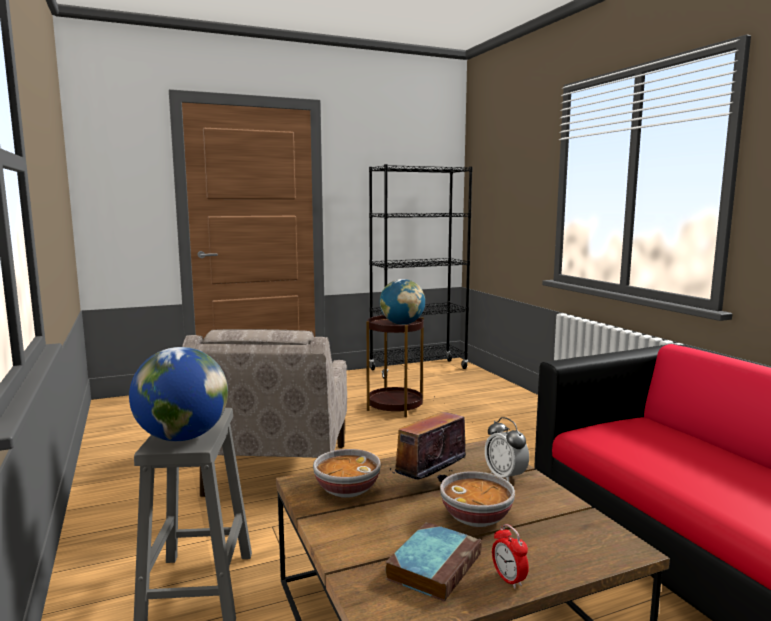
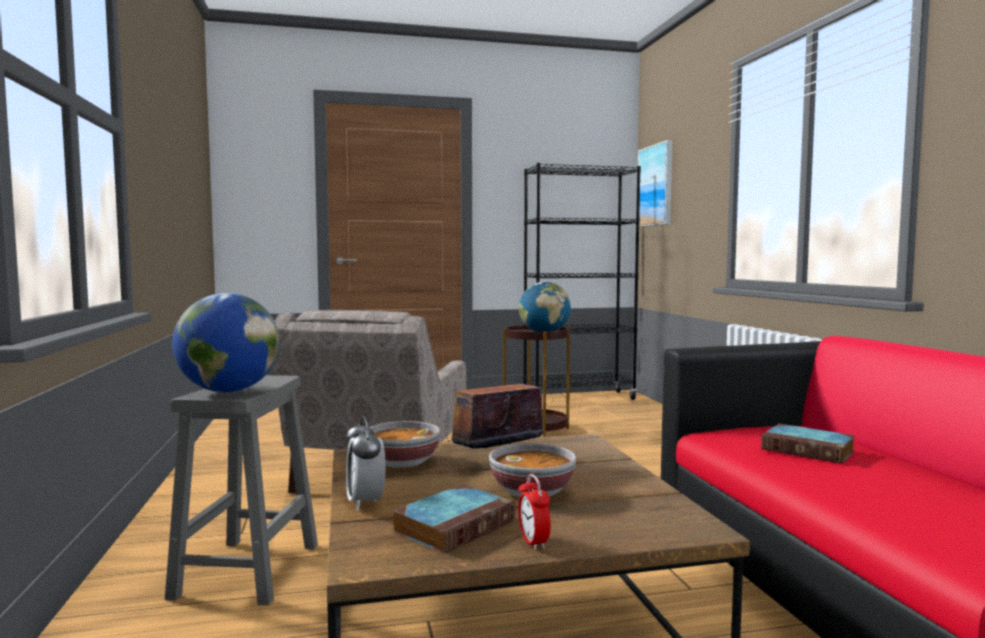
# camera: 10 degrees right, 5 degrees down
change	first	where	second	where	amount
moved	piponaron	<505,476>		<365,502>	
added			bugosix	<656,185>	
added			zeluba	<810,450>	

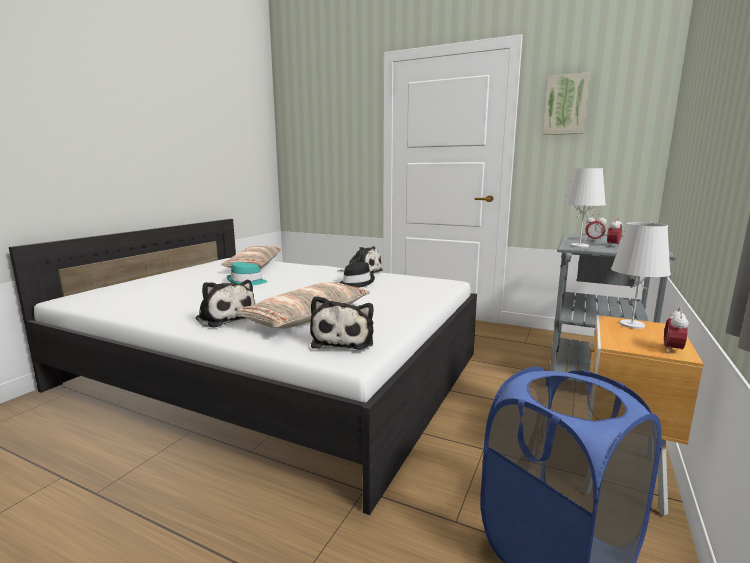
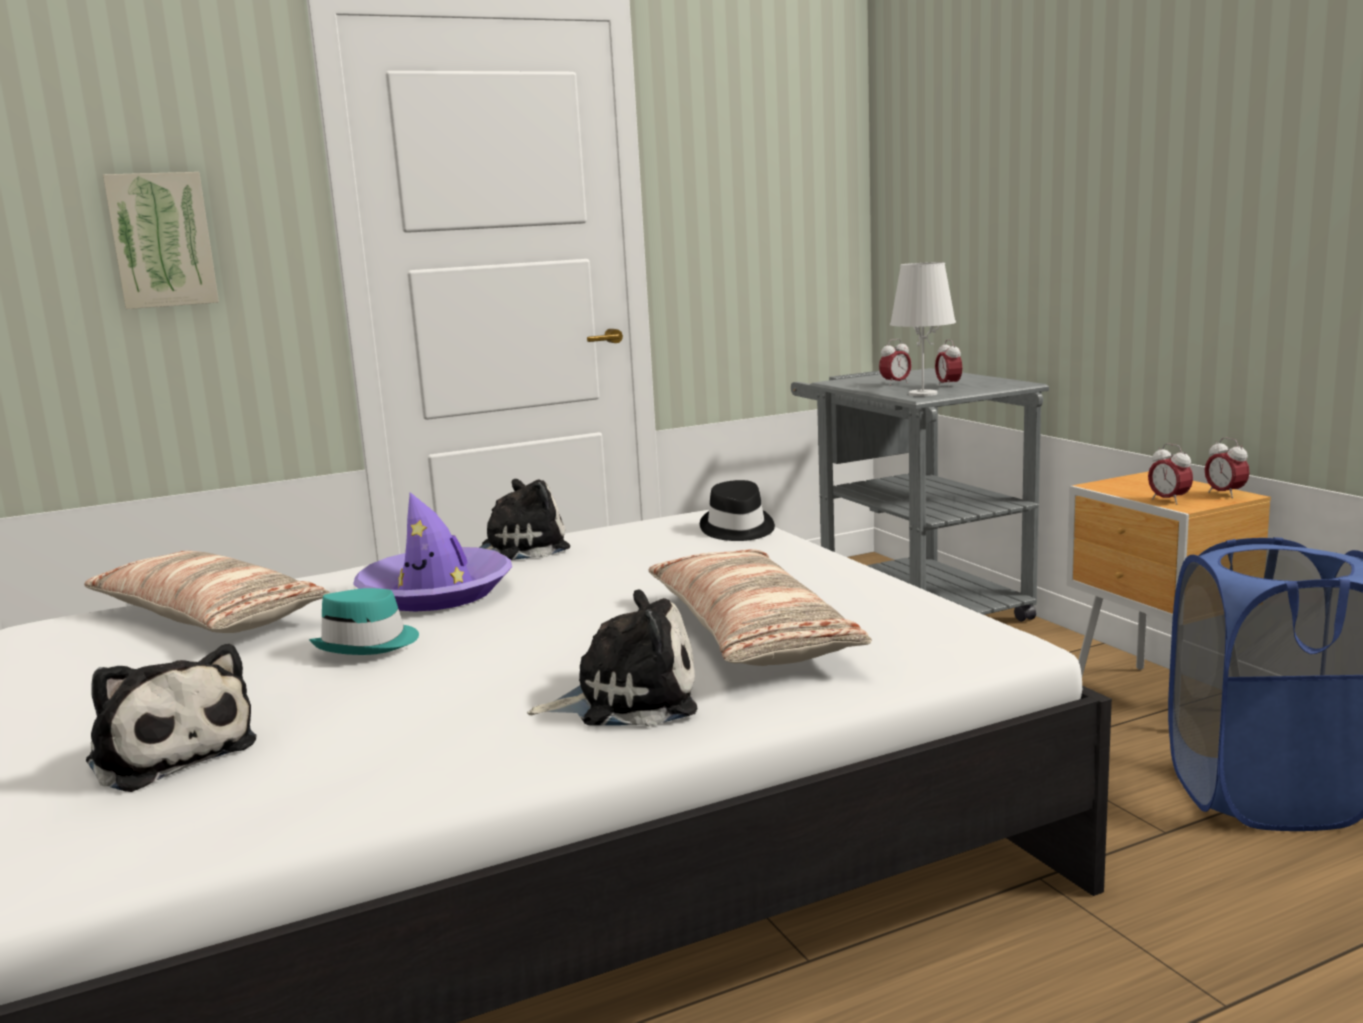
# camera: 50 degrees left, 0 degrees up
change	first	where	second	where	amount
moved	bugosix	<565,105>		<162,240>	
removed	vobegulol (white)	<631,324>			
moved	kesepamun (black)	<355,283>		<737,529>	
moved	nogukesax	<344,340>		<170,753>	
added			piponaron	<1168,501>	
added			kesepamun (purple)	<436,593>	

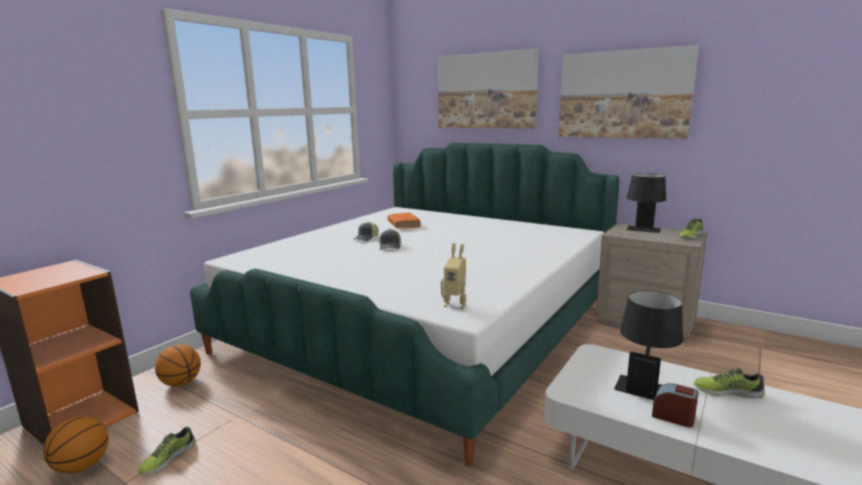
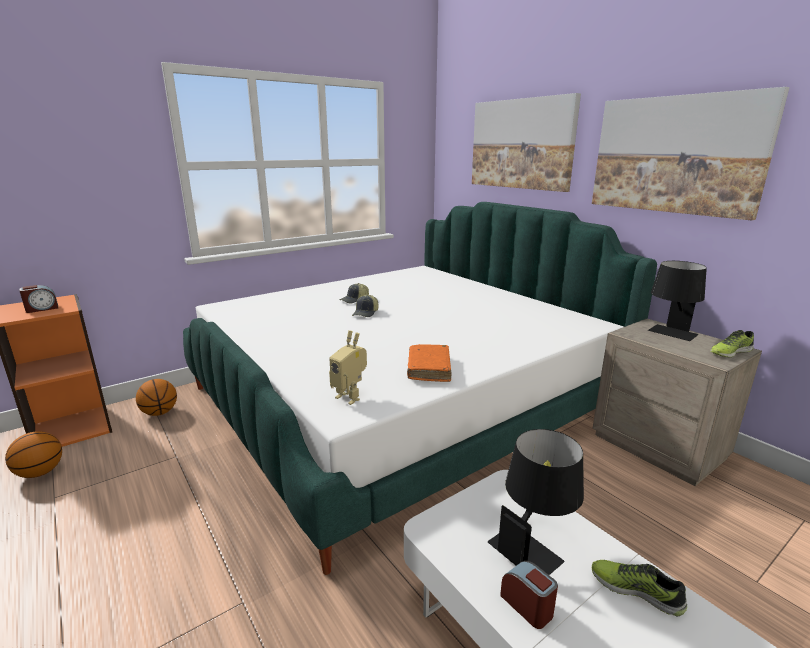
# camera: 20 degrees right, 5 degrees up
change	first	where	second	where	amount
moved	zeluba (orange)	<403,225>		<429,369>	
removed	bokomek	<167,458>			
added			piponaron	<42,309>	

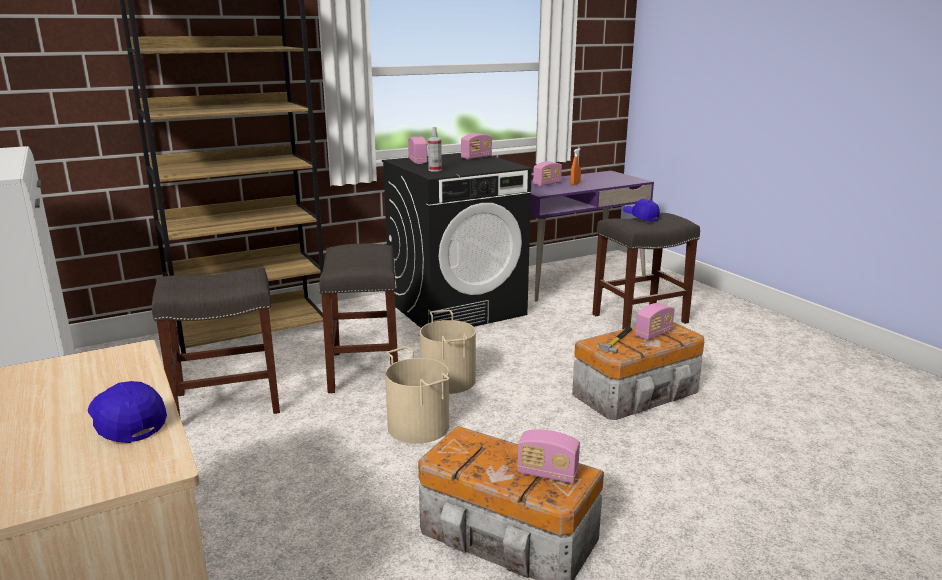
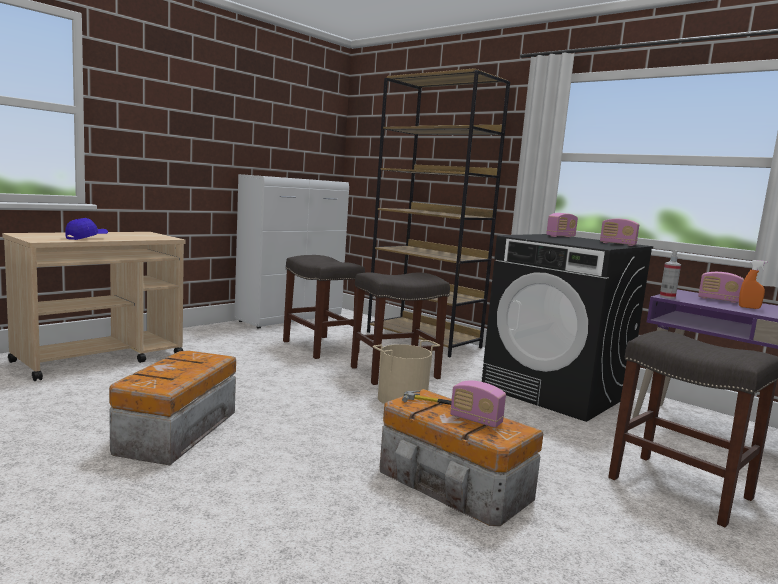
# camera: 70 degrees right, 10 degrees down
change	first	where	second	where	amount
moved	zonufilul	<435,170>		<667,297>	
removed	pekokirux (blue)	<640,217>			
removed	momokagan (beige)	<419,426>			
removed	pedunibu	<547,474>			

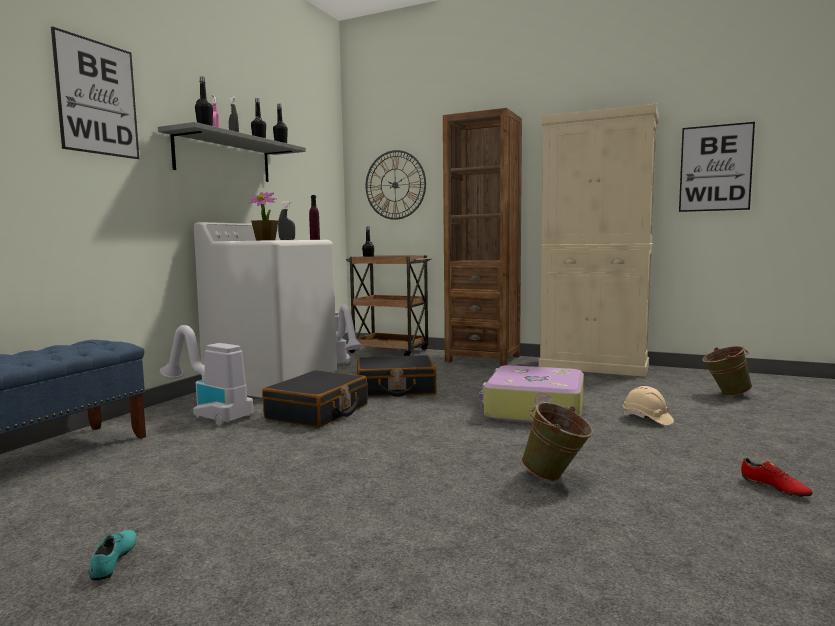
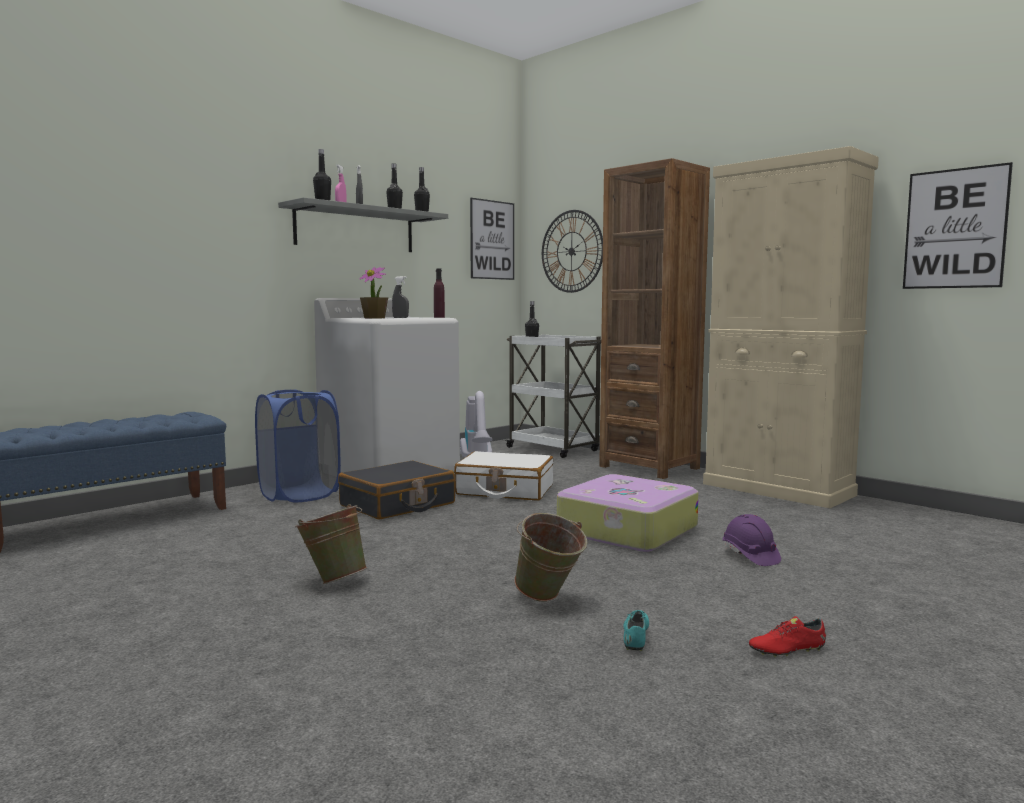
# camera: 20 degrees right, 0 degrees up
change	first	where	second	where	amount
moved	bugosix	<97,98>		<492,240>	
recoloured	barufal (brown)	<391,351>	barufal (white)	<554,449>	
replaced	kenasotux	<209,414>	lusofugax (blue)	<299,495>	
moved	momokagan (green)	<724,394>		<333,580>	
recoloured	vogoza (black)	<395,389>	vogoza (white)	<505,490>	
recoloured	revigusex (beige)	<647,419>	revigusex (purple)	<750,556>	
turned	bokomek (red)	<774,489>		<787,650>	90 degrees clockwise
moved	bokomek (turquoise)	<114,561>		<636,637>	

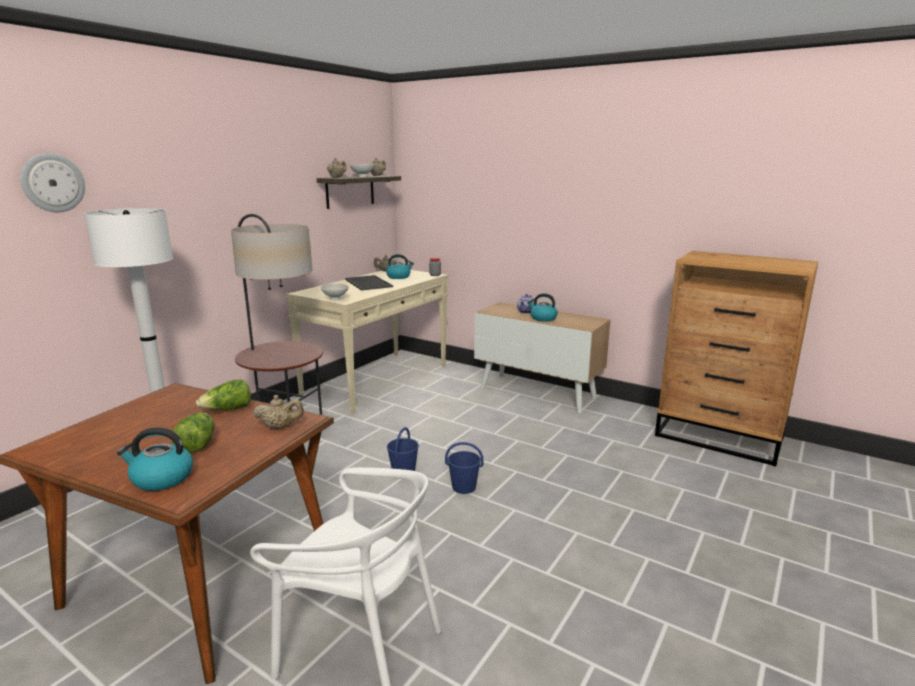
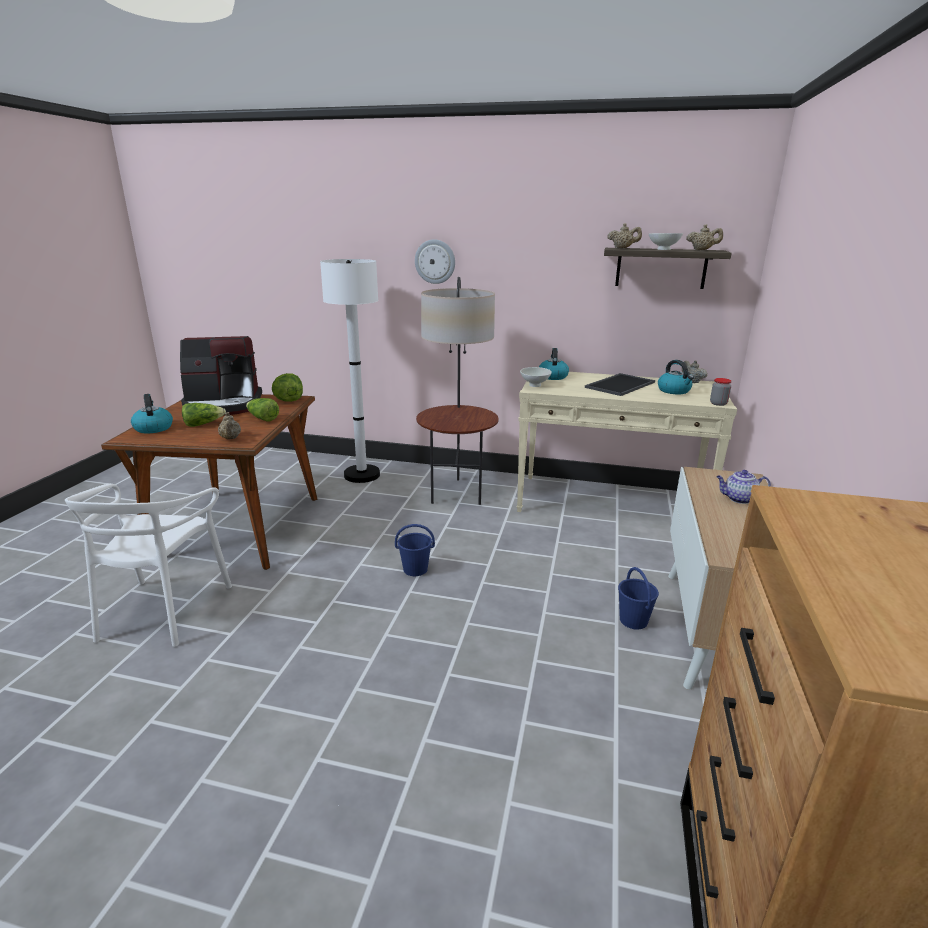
# camera: 70 degrees right, 5 degrees up
change	first	where	second	where	amount
moved	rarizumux	<53,183>		<435,261>	
moved	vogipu	<542,318>		<552,376>	
moved	momokagan (blue)	<464,487>		<633,621>	
added			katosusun	<224,405>	
added			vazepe	<288,400>	

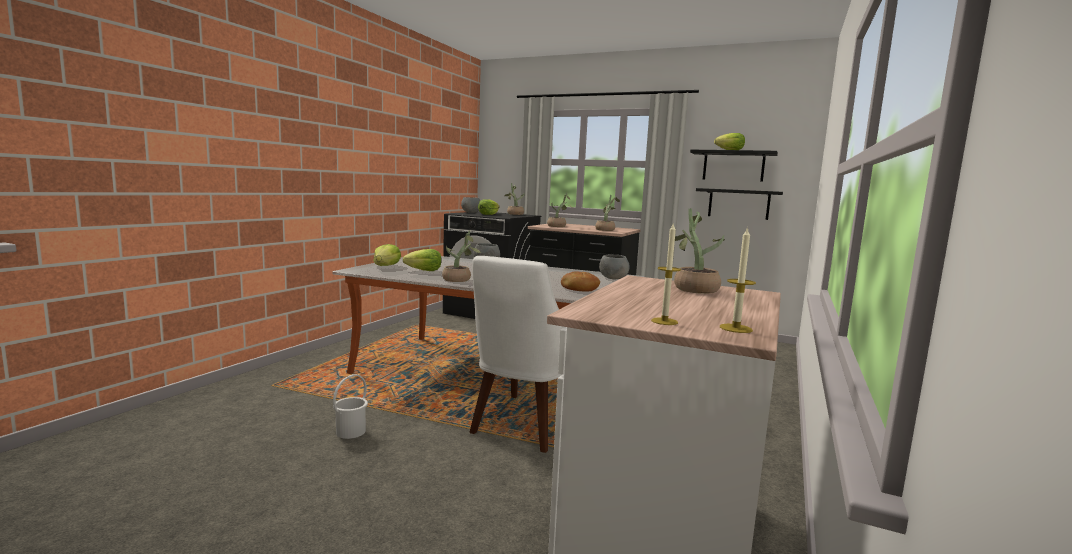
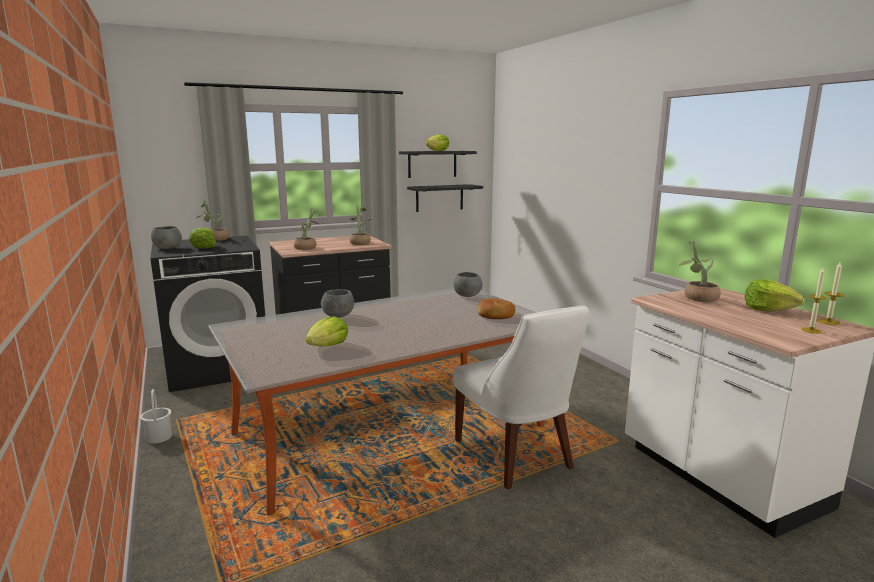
# camera: 50 degrees left, 5 degrees up
change	first	where	second	where	amount
removed	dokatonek	<460,280>			
moved	vazepe	<386,266>		<768,310>	
moved	momokagan (white)	<350,432>		<158,437>	

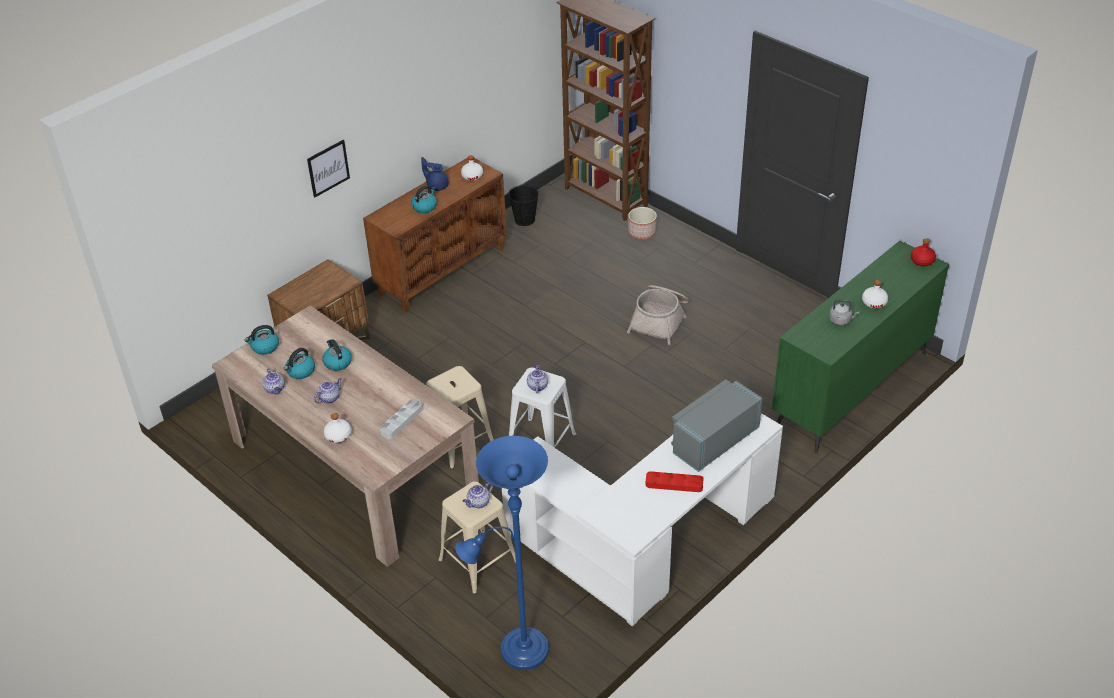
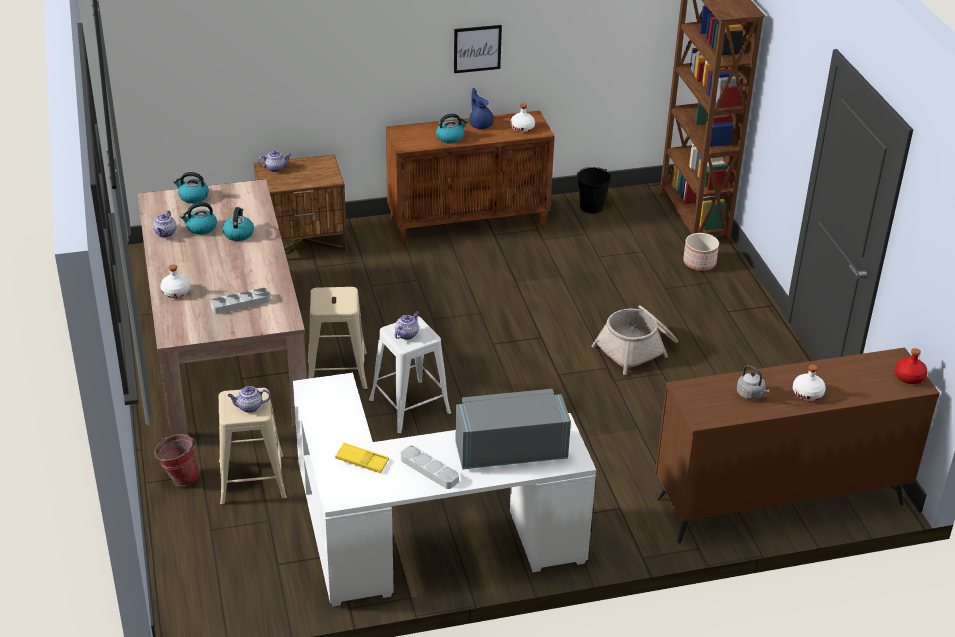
# camera: 30 degrees right, 5 degrees down
change	first	where	second	where	amount
moved	bugosix	<328,168>		<477,48>	
recoloured	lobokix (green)	<850,390>	lobokix (brown)	<778,501>	
moved	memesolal	<330,398>		<275,168>	
removed	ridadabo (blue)	<518,651>			
recoloured	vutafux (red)	<674,484>	vutafux (grey)	<429,470>	
added			momokagan	<179,477>	
added			vutafux (yellow)	<362,461>	

